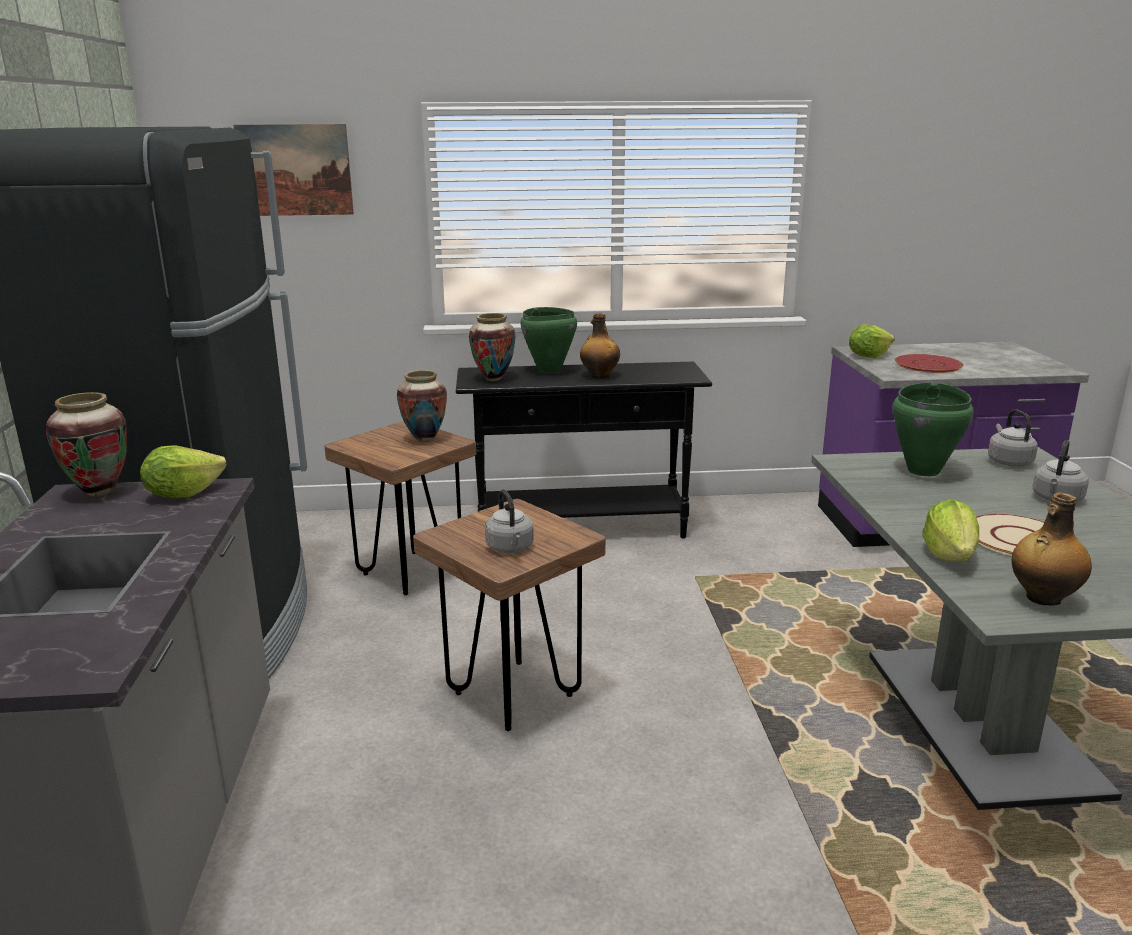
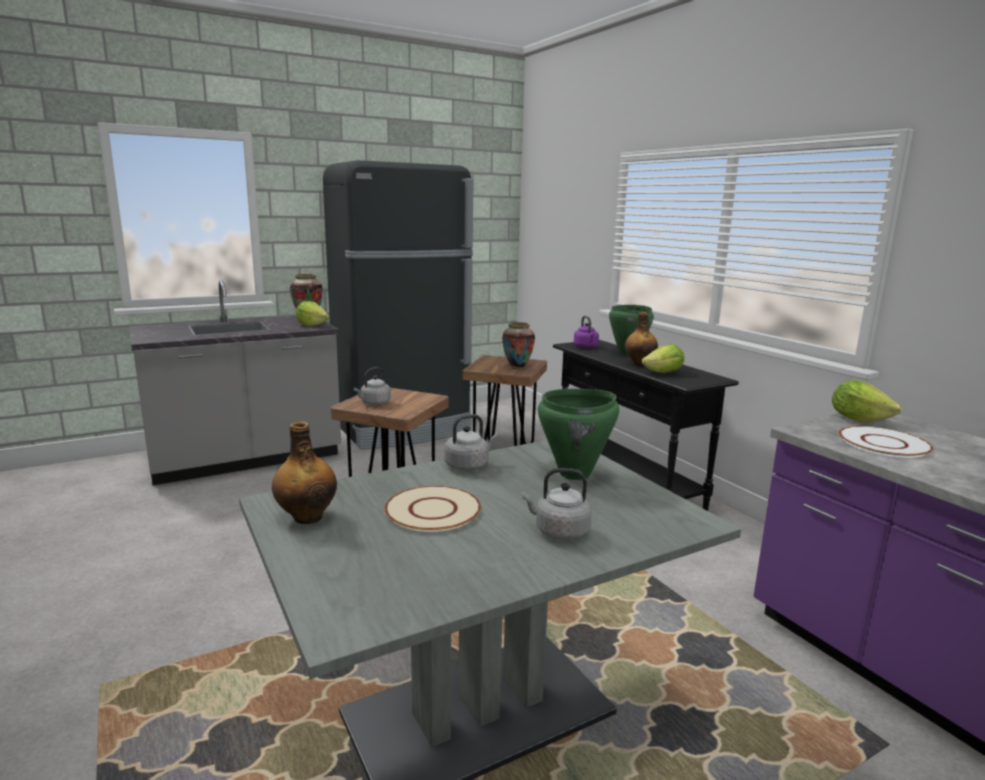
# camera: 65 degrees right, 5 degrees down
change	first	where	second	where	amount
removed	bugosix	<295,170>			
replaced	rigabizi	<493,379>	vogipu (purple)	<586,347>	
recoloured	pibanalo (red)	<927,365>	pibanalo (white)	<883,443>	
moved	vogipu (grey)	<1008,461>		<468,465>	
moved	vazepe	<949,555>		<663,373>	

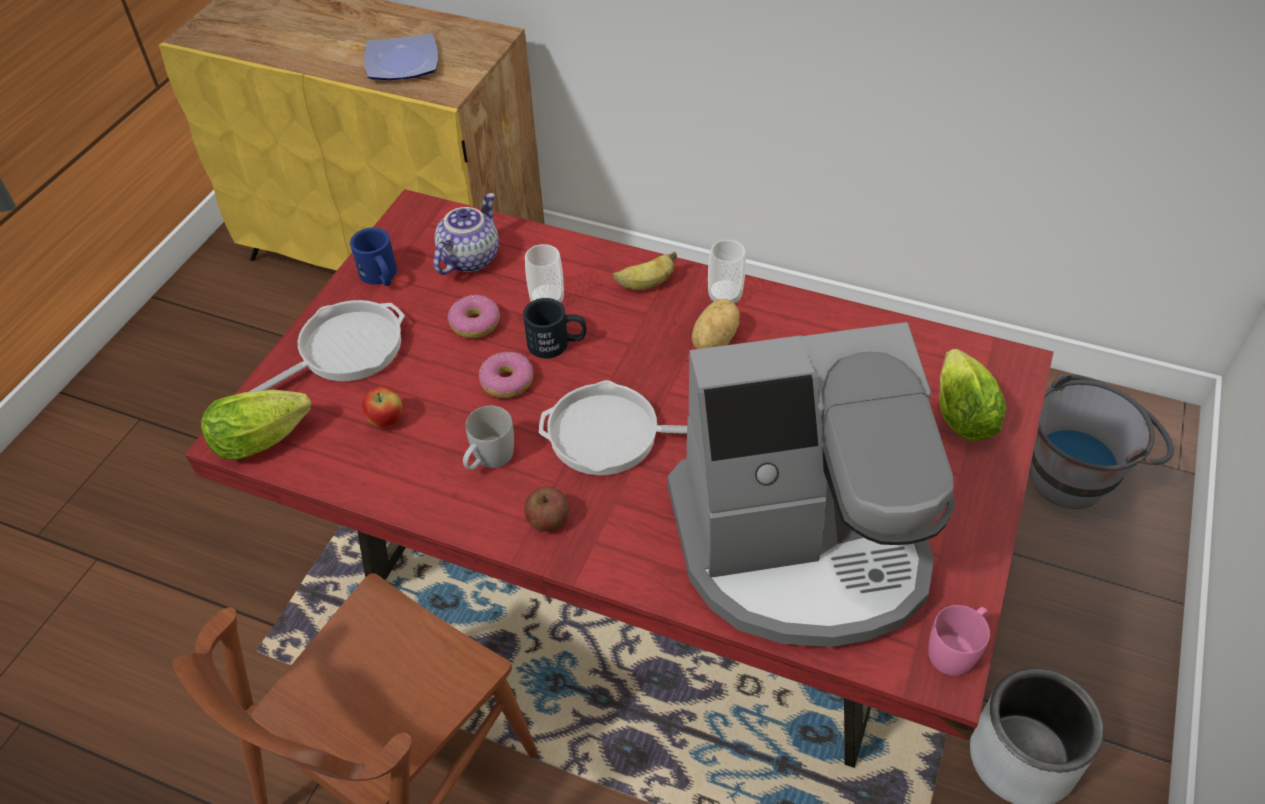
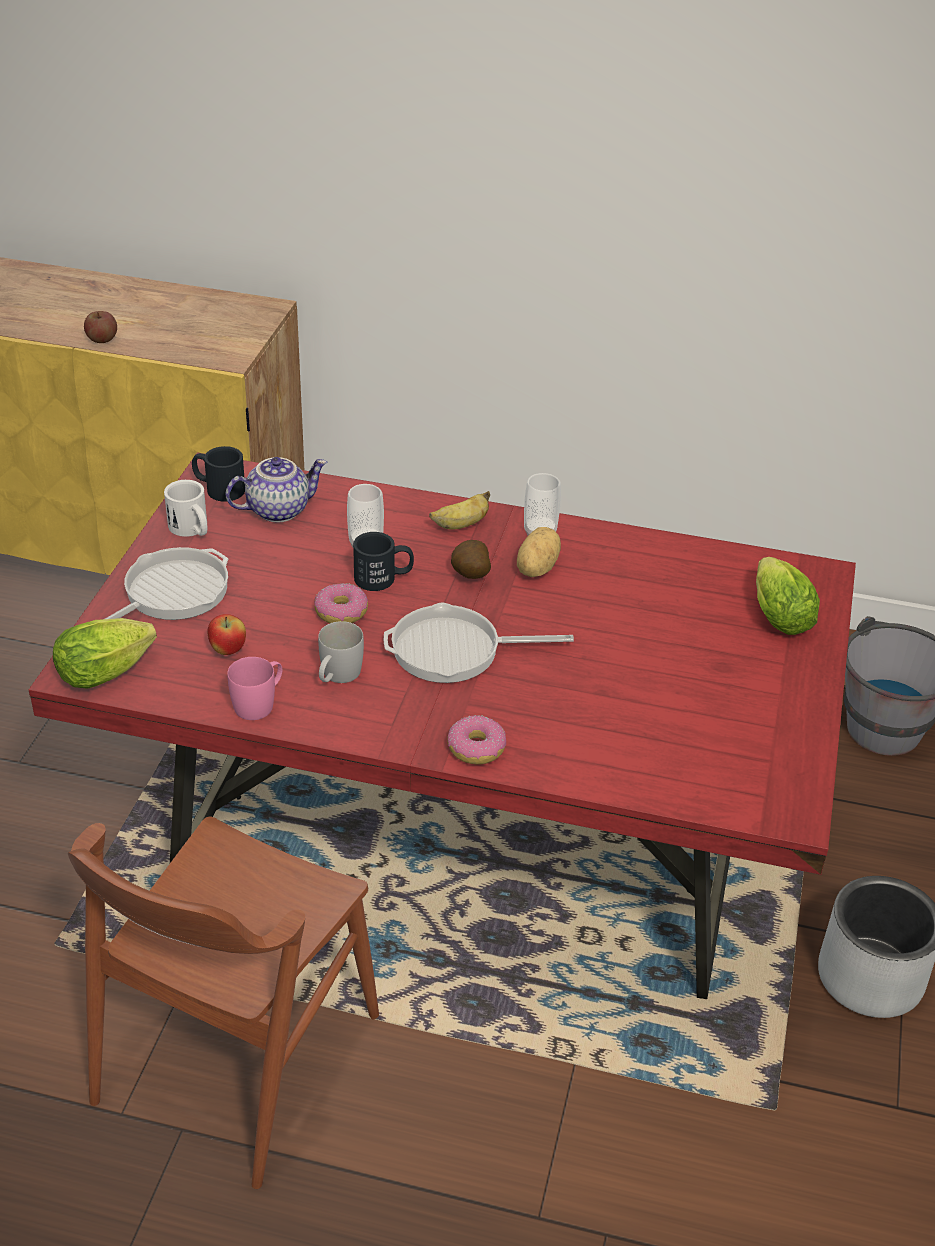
# camera: 10 degrees left, 10 degrees down
change	first	where	second	where	amount
removed	pibanalo	<403,63>			
turned	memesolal	<469,257>		<278,509>	45 degrees clockwise
recoloured	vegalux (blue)	<381,277>	vegalux (white)	<192,529>	
moved	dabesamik	<475,323>		<476,748>	
removed	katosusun	<802,545>			
moved	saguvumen	<548,520>		<102,339>	
moved	vegalux (pink)	<956,649>		<260,703>	
added			vegalux (black)	<218,488>	
added			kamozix	<470,576>	

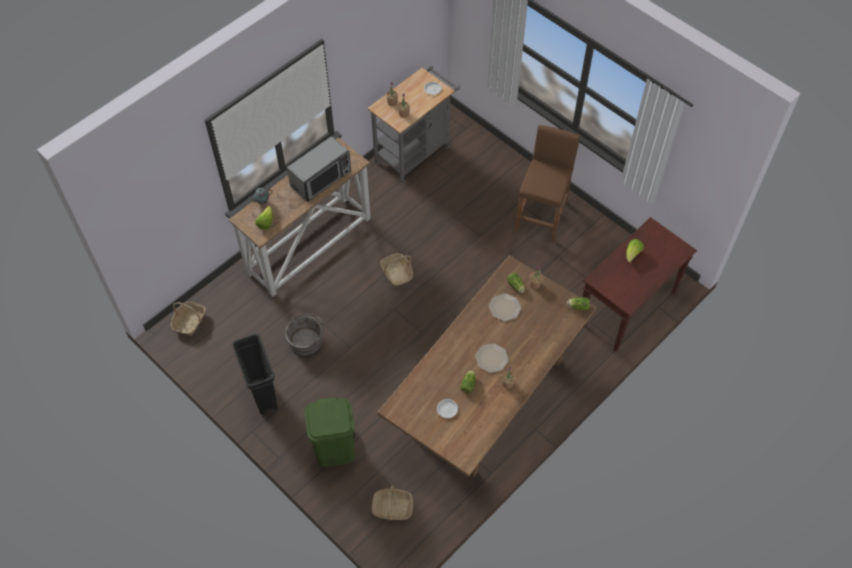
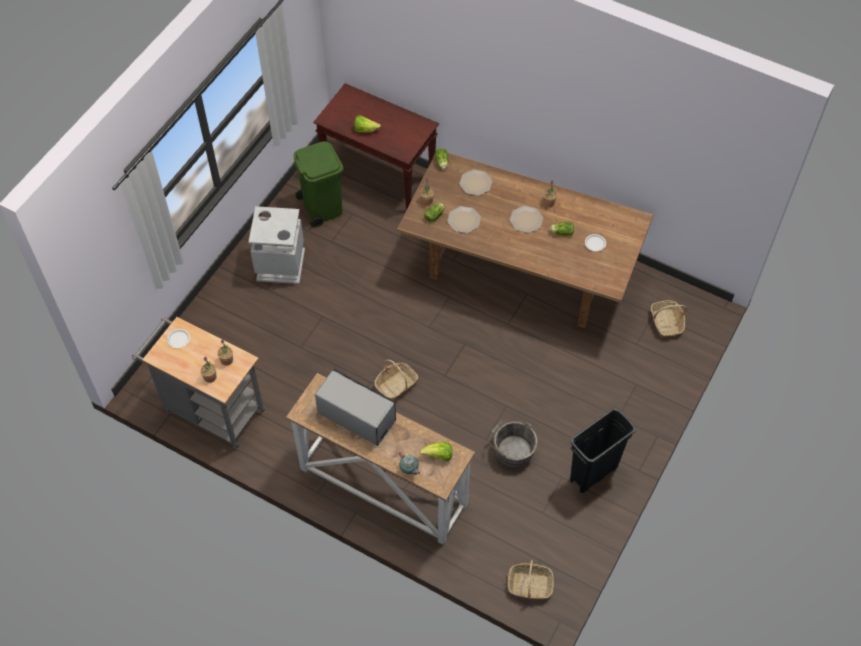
# camera: 105 degrees left, 0 degrees up
change	first	where	second	where	amount
replaced	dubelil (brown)	<541,216>	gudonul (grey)	<280,264>	
moved	gudonul (green)	<335,450>		<322,207>	
added			pibanalo	<475,183>	

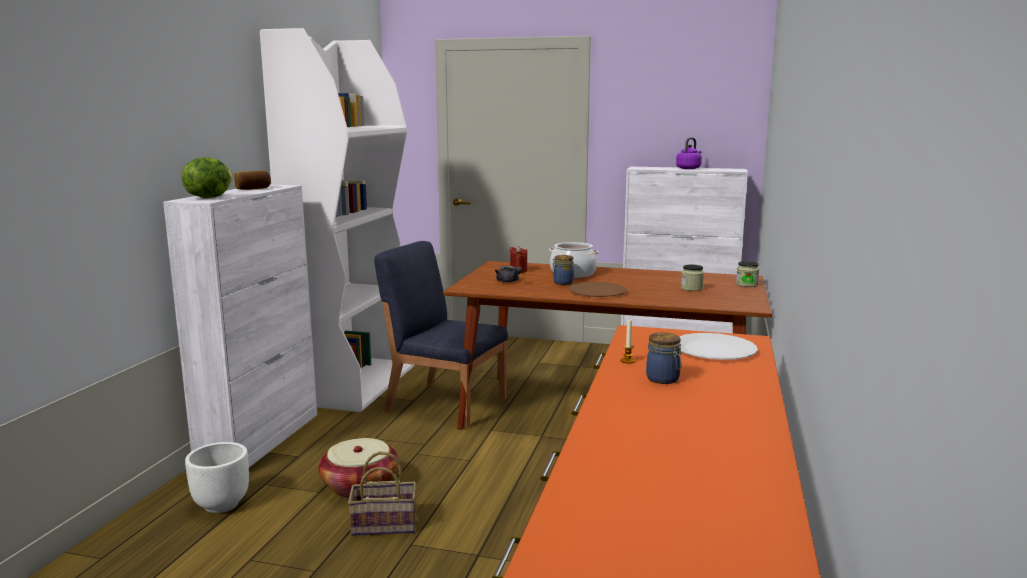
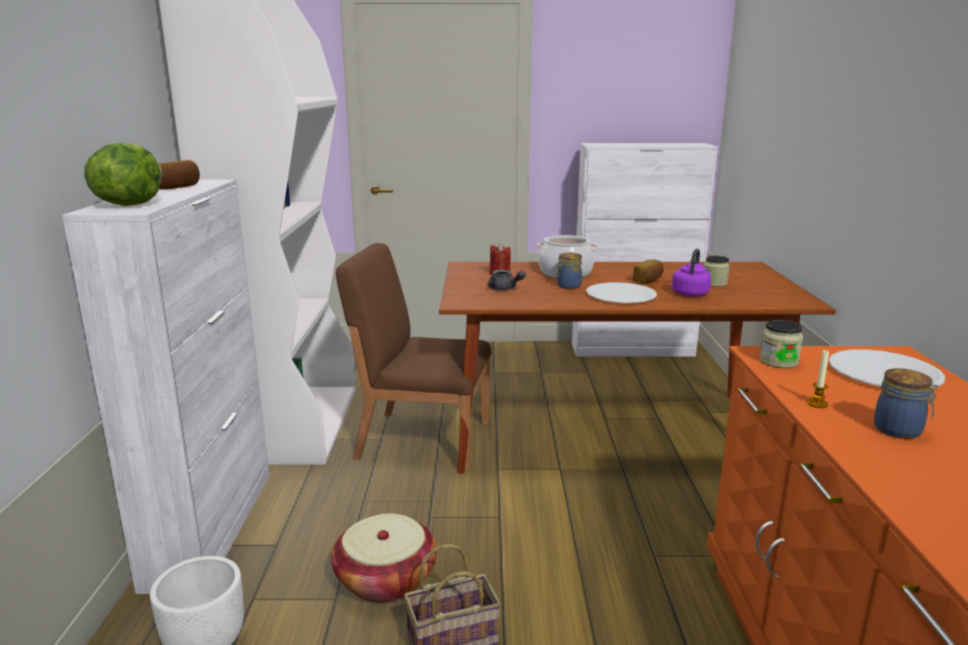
# camera: 15 degrees left, 5 degrees up
change	first	where	second	where	amount
moved	vogipu (purple)	<689,168>		<690,293>	
recoloured	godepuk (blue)	<445,404>	godepuk (brown)	<422,439>	
moved	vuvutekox	<746,284>		<779,361>	
recoloured	pibanalo (brown)	<597,291>	pibanalo (white)	<620,295>	
added			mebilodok	<648,280>	

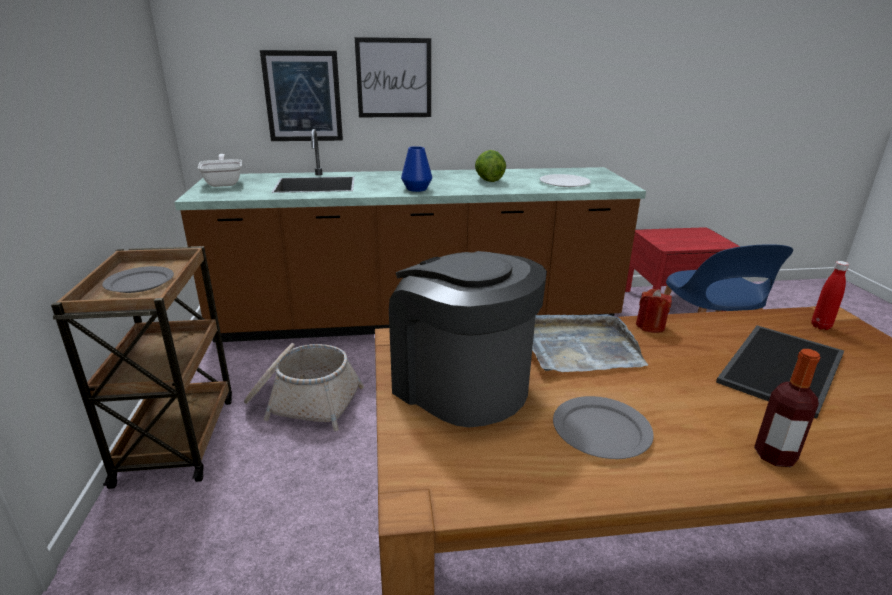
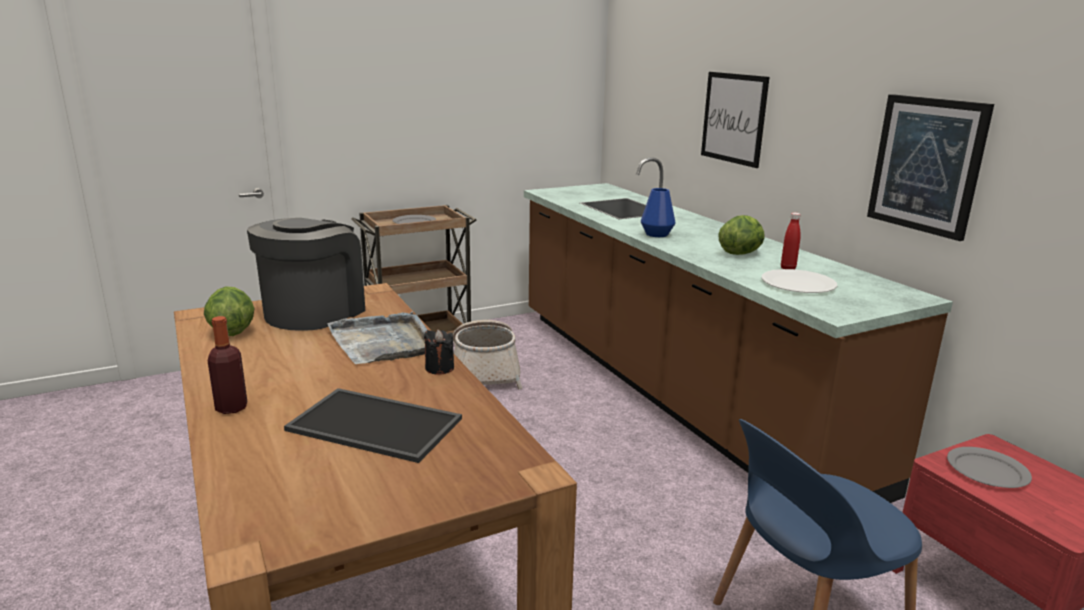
# camera: 70 degrees right, 5 degrees down
change	first	where	second	where	amount
moved	bugosix	<303,96>		<927,165>	
removed	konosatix	<224,183>			
moved	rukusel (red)	<820,326>		<788,268>	
recoloured	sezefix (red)	<650,326>	sezefix (black)	<439,368>	
moved	pibanalo (grey)	<601,430>		<988,471>	
added			vazepe	<231,331>	

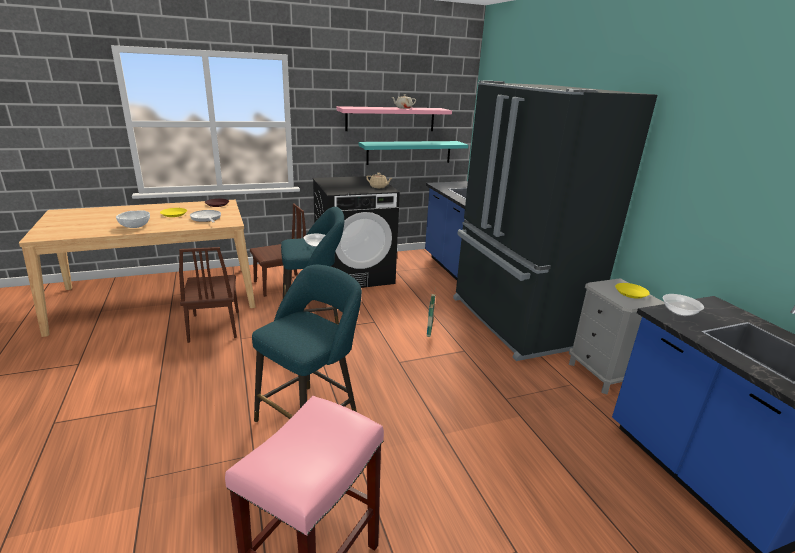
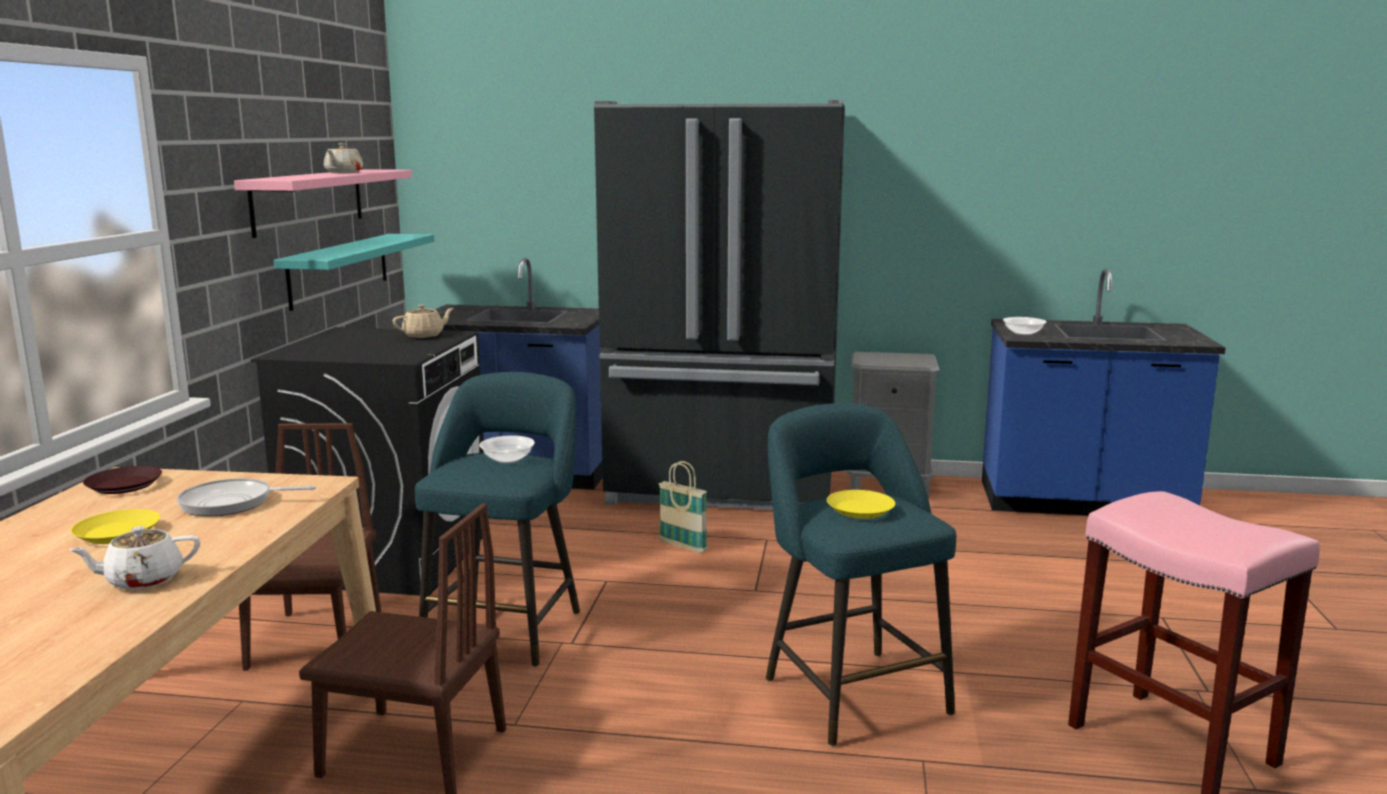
# camera: 60 degrees left, 10 degrees down
change	first	where	second	where	amount
replaced	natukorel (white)	<135,226>	memesolal (white)	<142,580>	
moved	pibanalo (yellow)	<631,293>		<859,509>	

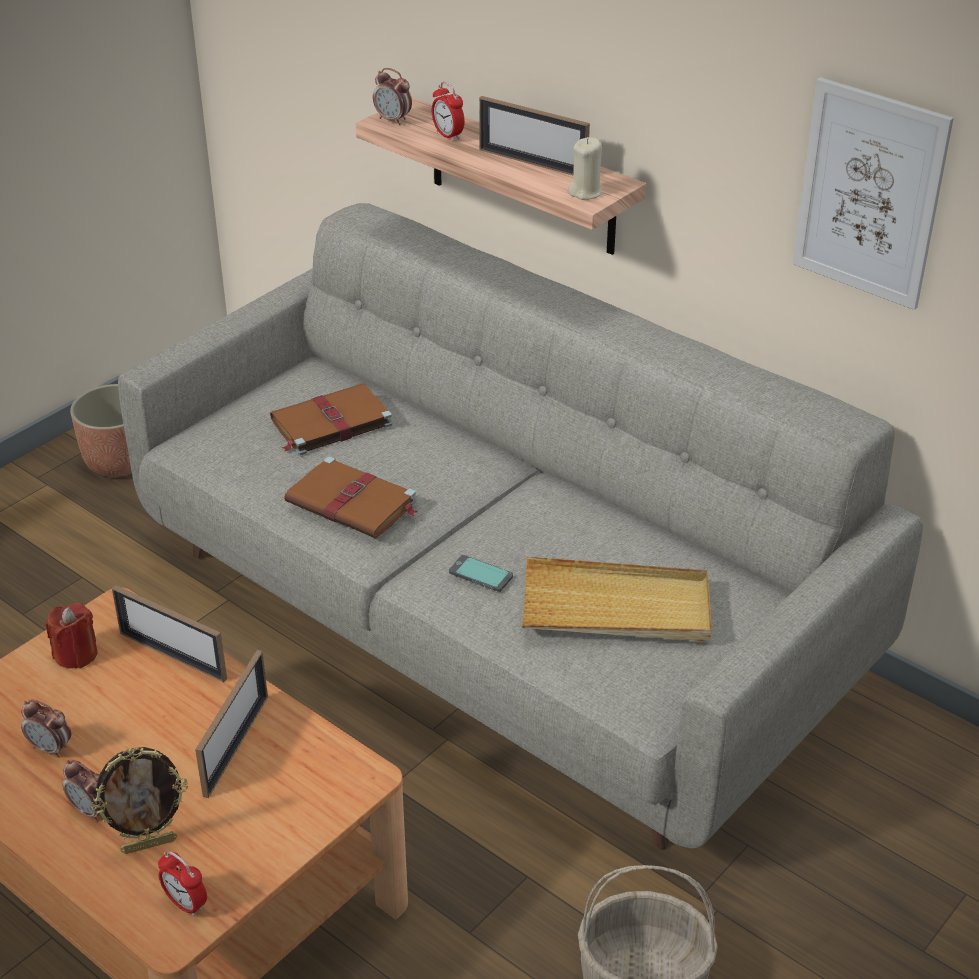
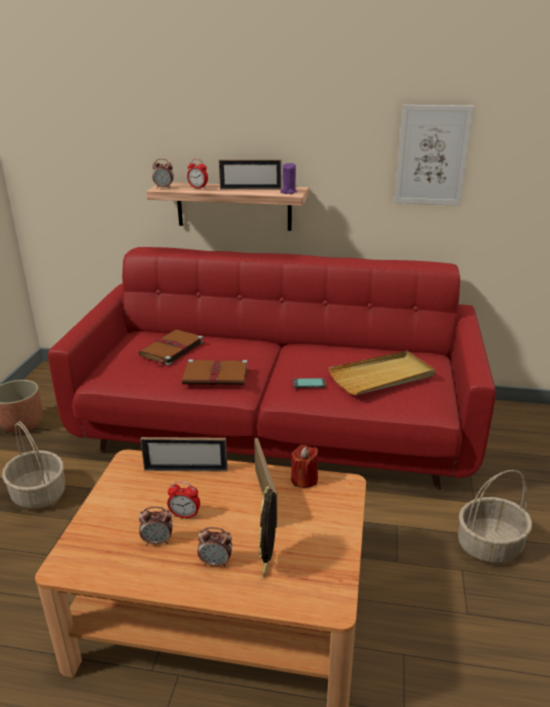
# camera: 30 degrees left, 10 degrees down
change	first	where	second	where	amount
recoloured	sezefix (beige)	<585,192>	sezefix (purple)	<288,192>	
recoloured	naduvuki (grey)	<491,618>	naduvuki (red)	<276,428>	
moved	sezefix (red)	<76,654>		<304,479>	
turned	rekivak	<149,844>		<268,564>	150 degrees clockwise
moved	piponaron	<186,904>		<185,515>	
added			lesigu	<39,494>	

